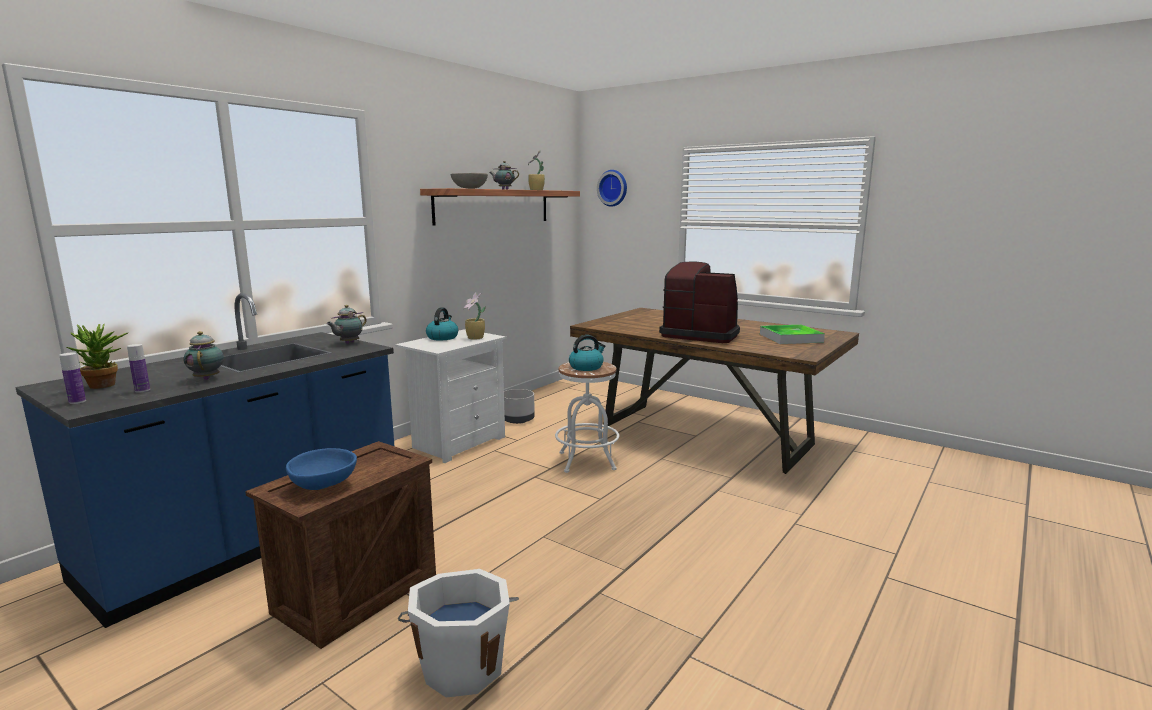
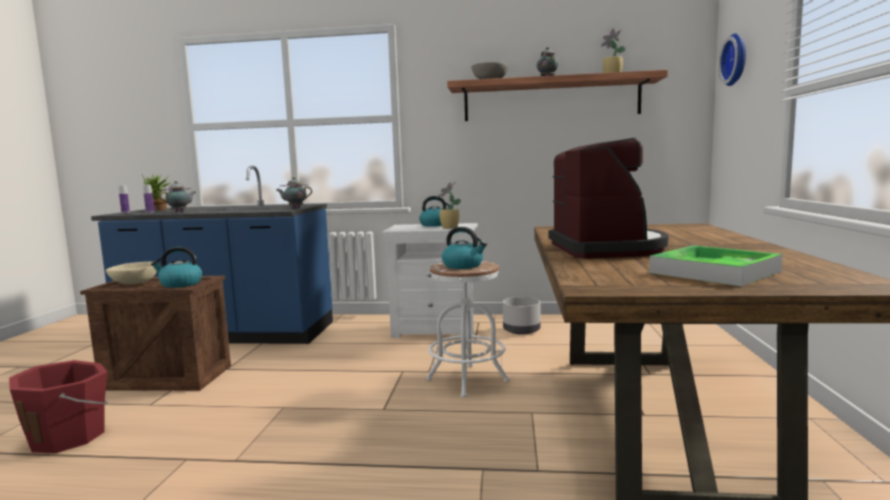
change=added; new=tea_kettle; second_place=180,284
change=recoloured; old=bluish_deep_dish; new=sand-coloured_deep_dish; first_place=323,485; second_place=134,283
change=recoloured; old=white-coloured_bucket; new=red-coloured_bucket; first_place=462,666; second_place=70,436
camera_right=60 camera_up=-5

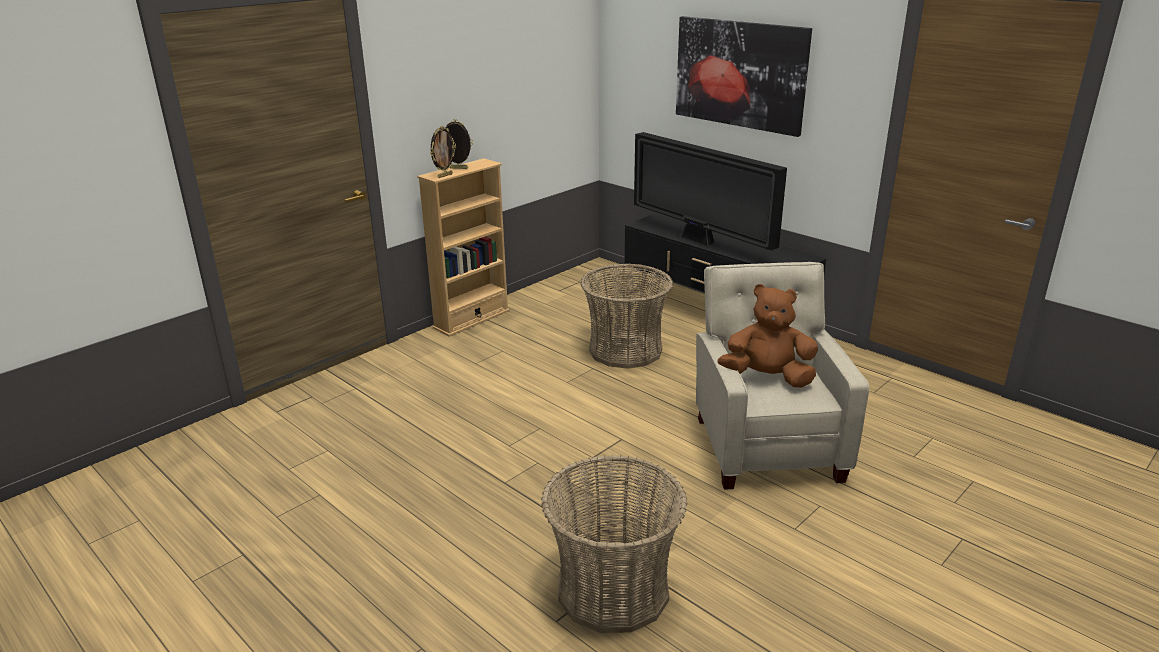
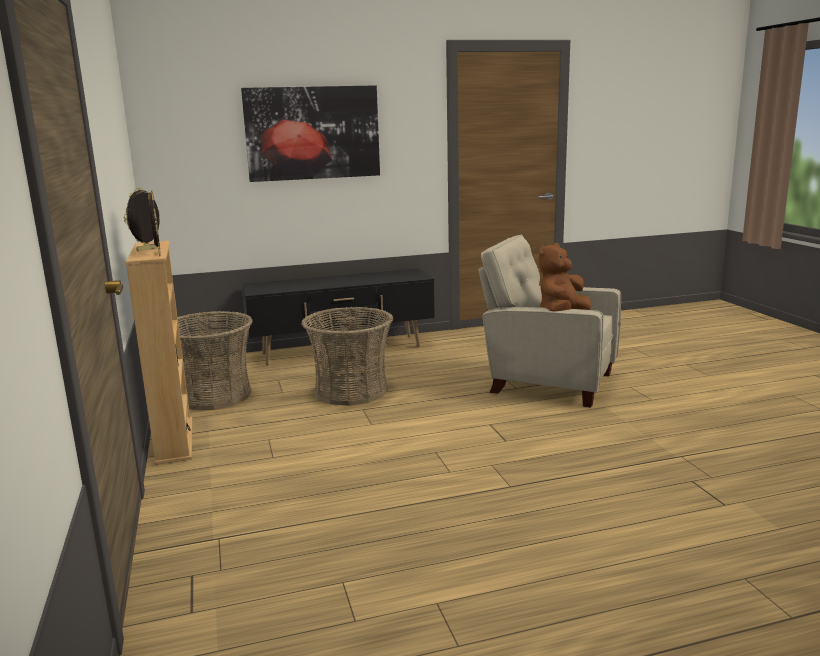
change=removed; old=television; first_place=699,241
change=moved; old=storage_basket; first_place=613,590; second_place=214,395
camera_right=-60 camera_up=-10

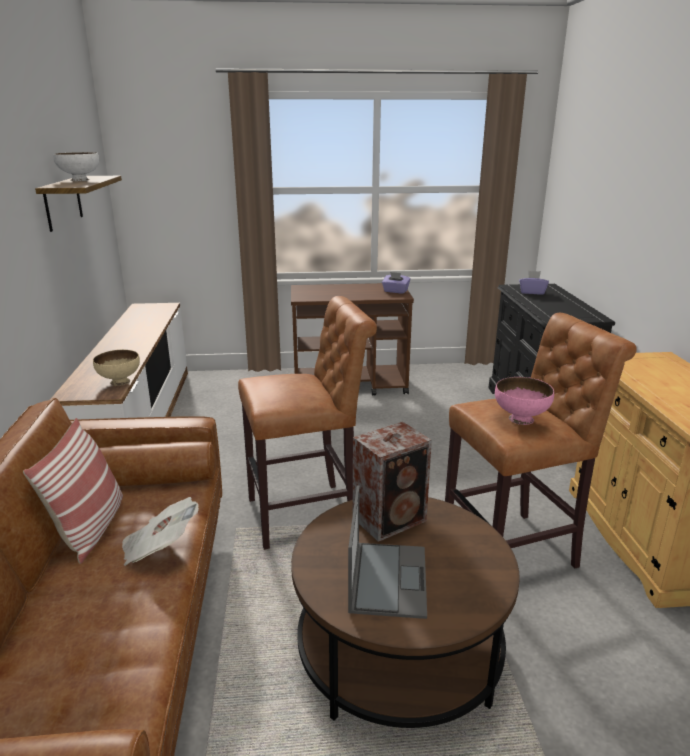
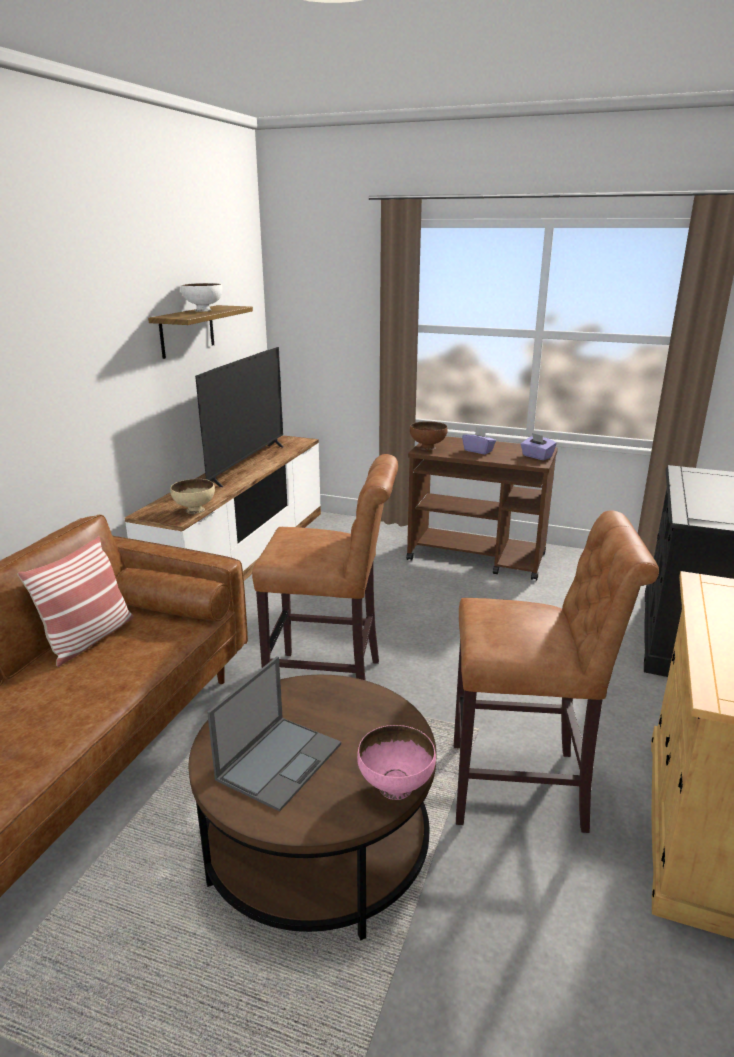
change=removed; old=daily_paper; first_place=160,548
change=removed; old=speaker; first_place=391,519
change=added; new=television; second_place=247,464
change=added; new=brownish_deep_dish; second_place=427,448
change=moved; old=pinkish_deep_dish; first_place=521,418; second_place=396,786
change=moved; old=purple_tissue_box; first_place=532,292; second_place=478,451
camera_right=25 camera_up=0

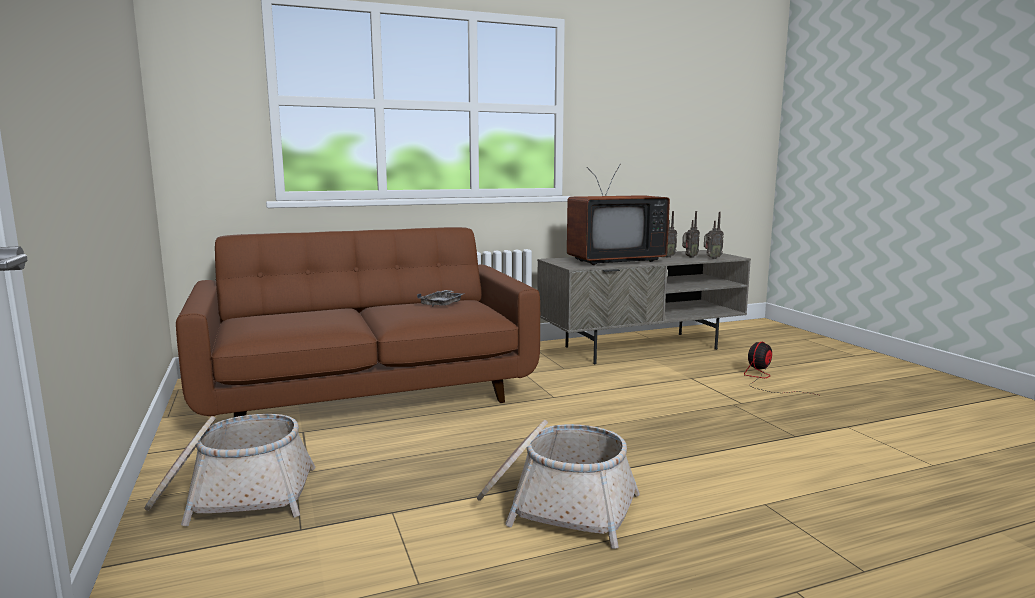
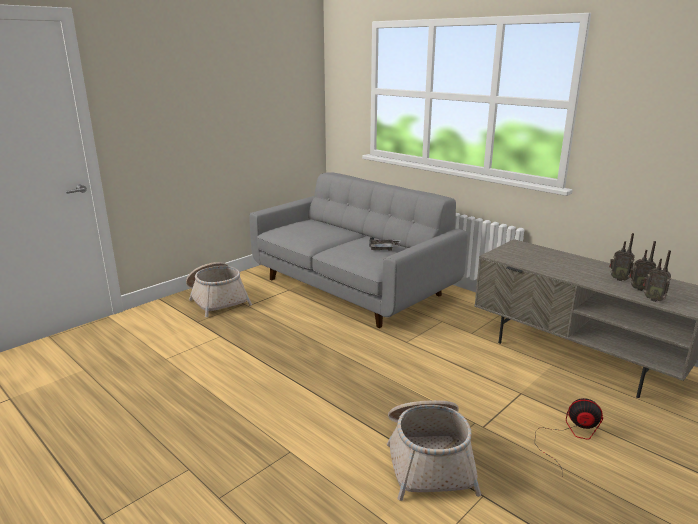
change=removed; old=television; first_place=611,260
change=moved; old=storage_basket; first_place=556,506; second_place=428,458
change=recoloured; old=brownish_settee; new=greyish_settee; first_place=368,393; second_place=352,287
camera_right=65 camera_up=10

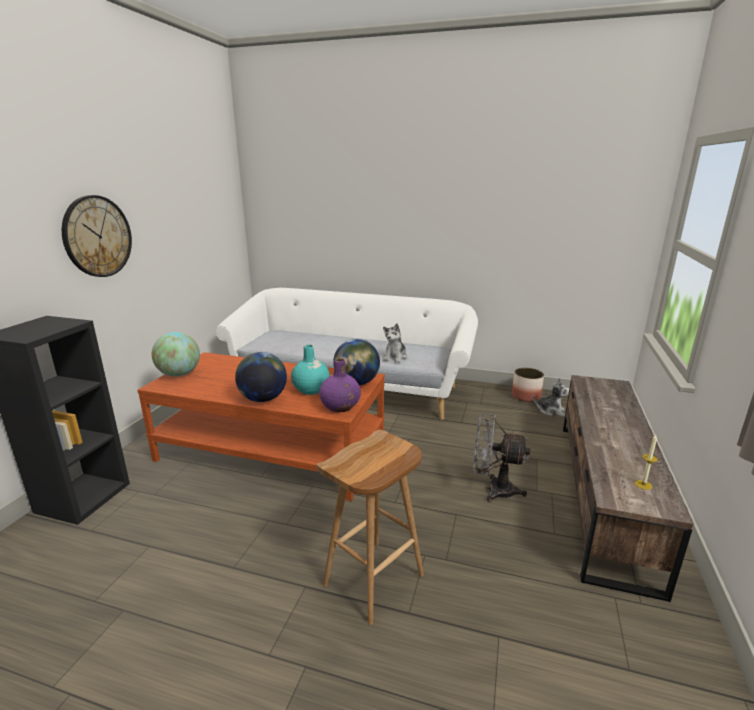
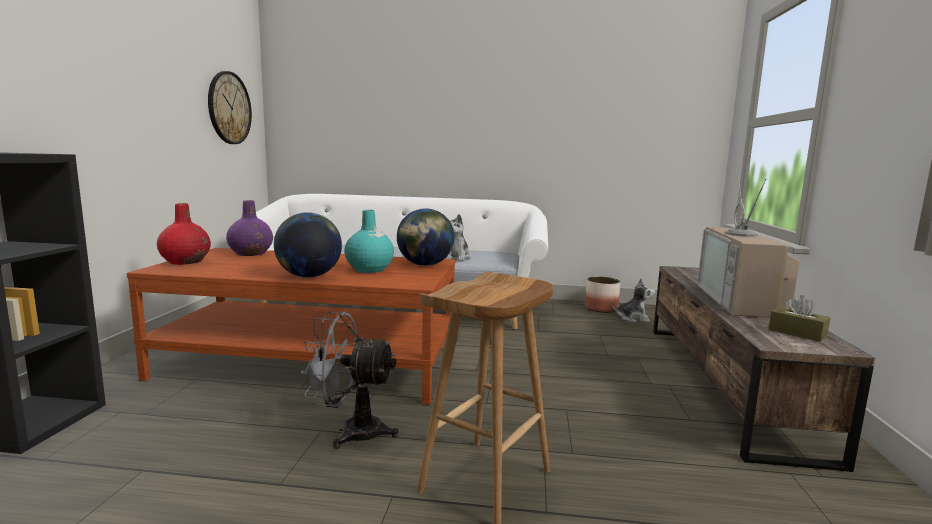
change=added; new=television; second_place=741,301
change=moved; old=clock_on_the_wall; first_place=97,236; second_place=229,108
change=moved; old=purple_flower_vase; first_place=340,406; second_place=251,253
change=moved; old=greyish_cooling_fan; first_place=493,489; second_place=351,432
change=replaced; old=globe; new=red-coloured_flower_vase; first_place=179,374; second_place=186,261
change=replaced; old=wax_light; new=brownish_tissue_box; first_place=643,484; second_place=797,333
camera_right=-10 camera_up=-10

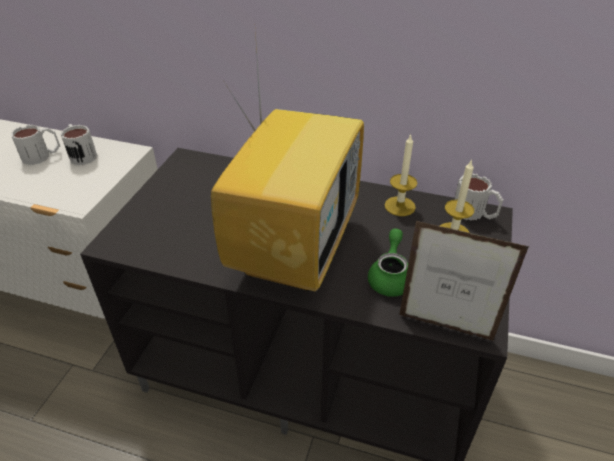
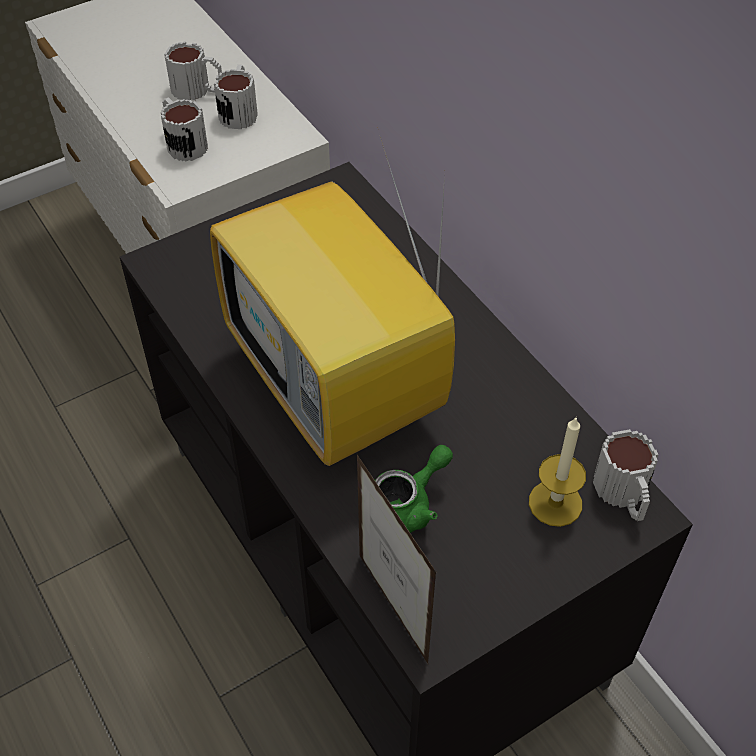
change=removed; old=wax_light; first_place=399,206
change=added; new=tea_mug; second_place=183,143
change=turned; old=television; first_place=294,245; second_place=340,388; degrees=90
camera_right=40 camera_up=10

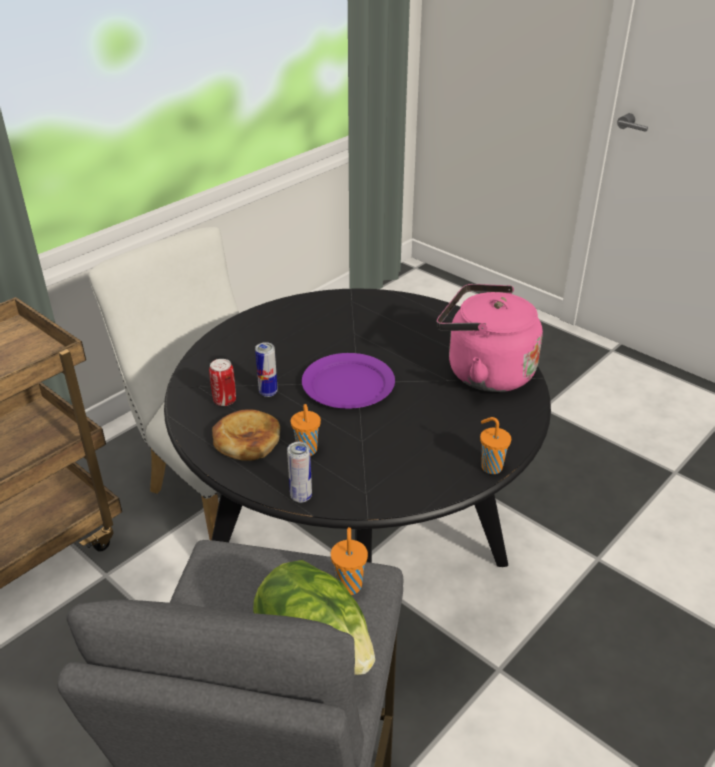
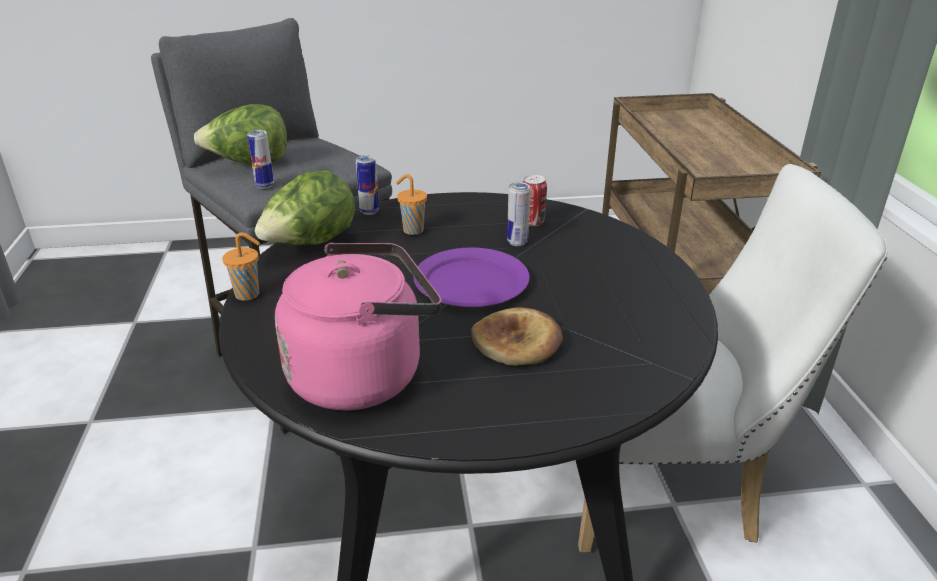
change=added; new=lettuce; second_place=310,244
change=moved; old=baked_bread; first_place=246,439; second_place=517,342
change=replaced; old=orange-coloured_small_cup; new=metal_can; first_place=349,584; second_place=265,185
camera_right=130 camera_up=-5

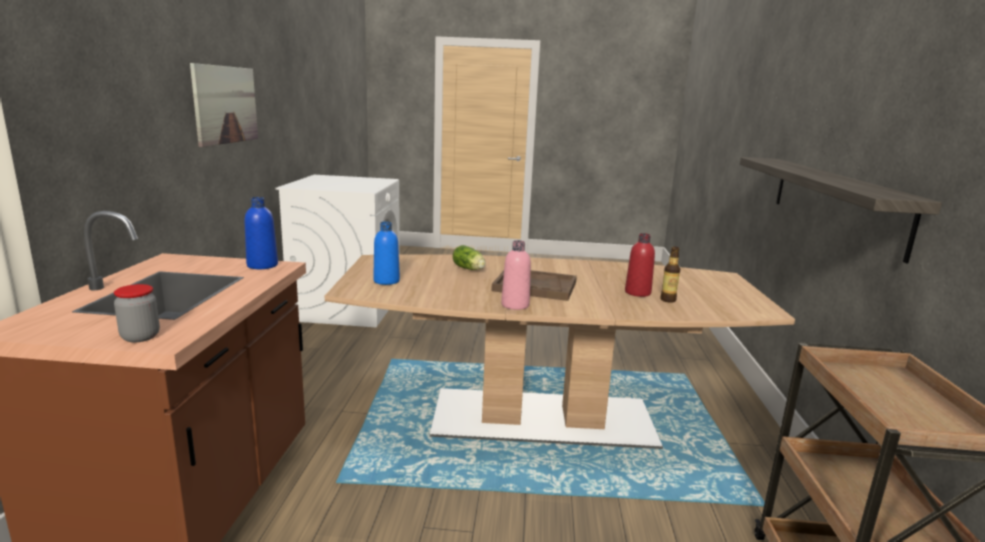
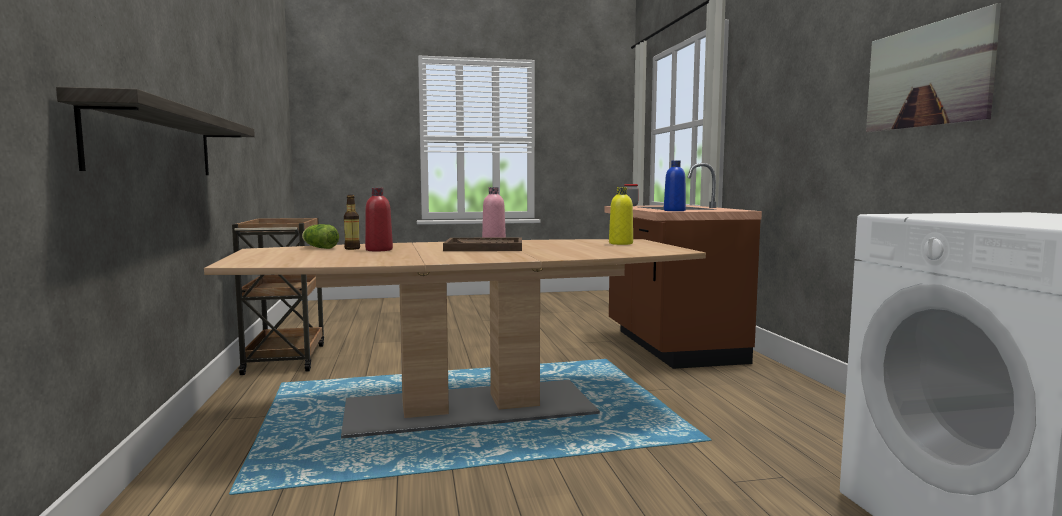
change=moved; old=lettuce; first_place=469,269; second_place=319,247
change=recoloured; old=bluish_drink_bottle; new=yellow_drink_bottle; first_place=386,281; second_place=620,243
camera_right=165 camera_up=-10

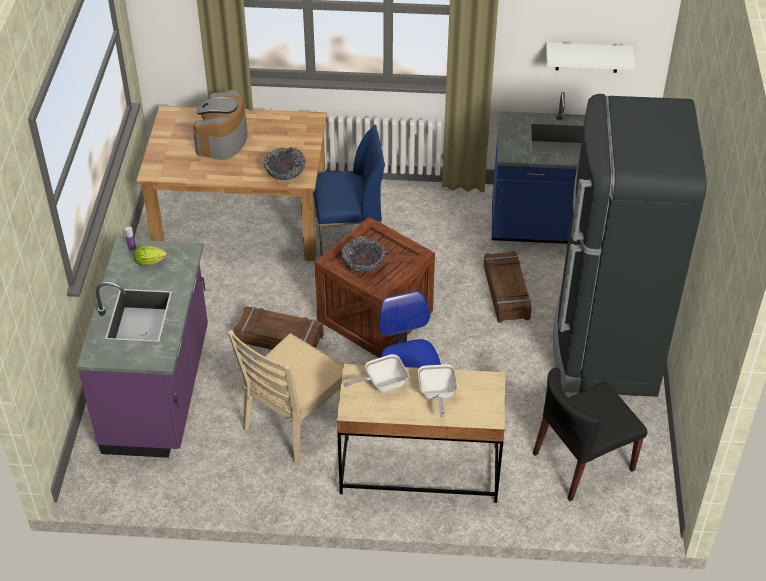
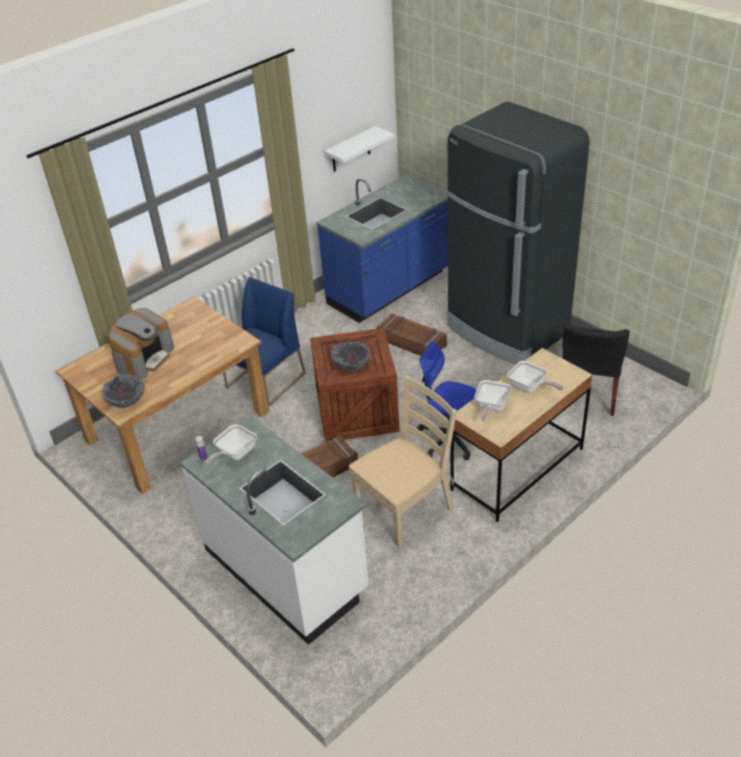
change=moved; old=deep_dish; first_place=285,175; second_place=127,401
change=replaced; old=lettuce; new=skillet; first_place=151,262; second_place=234,454
change=recoloured; old=purple_kitchen_counter; new=white-coloured_kitchen_counter; first_place=159,391; second_place=286,570
change=turned; old=coffee_brewer; first_place=222,140; second_place=144,358; degrees=-120
change=turned; old=sand-coloured_chair; first_place=294,422; second_place=405,508; degrees=-120
camera_right=-45 camera_up=-5

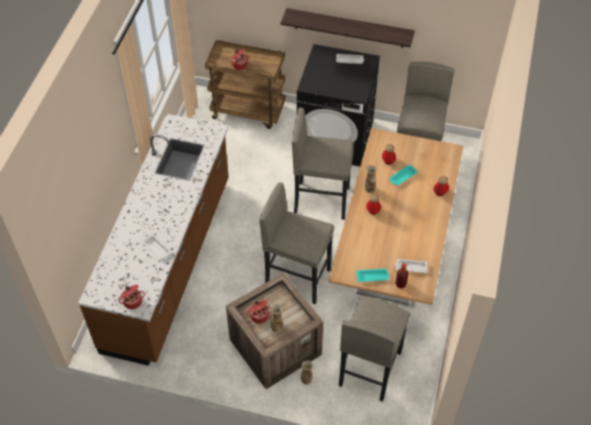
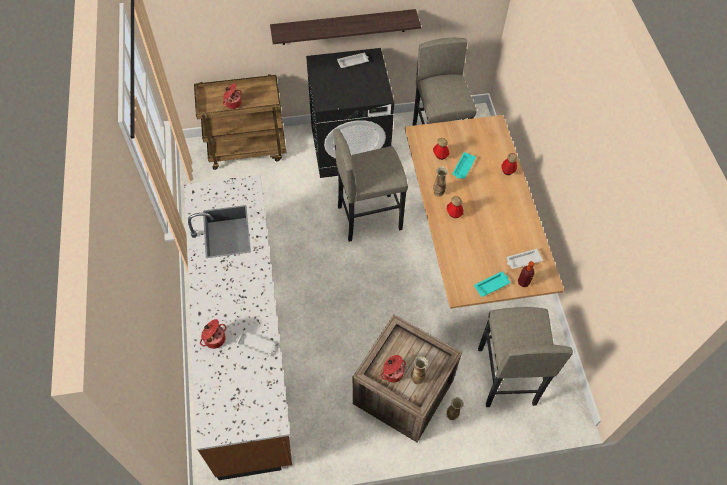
change=removed; old=greyish_stool_seat; first_place=297,277
change=moved; old=stockpot; first_place=132,301; second_place=214,338
camera_right=-25 camera_up=5

